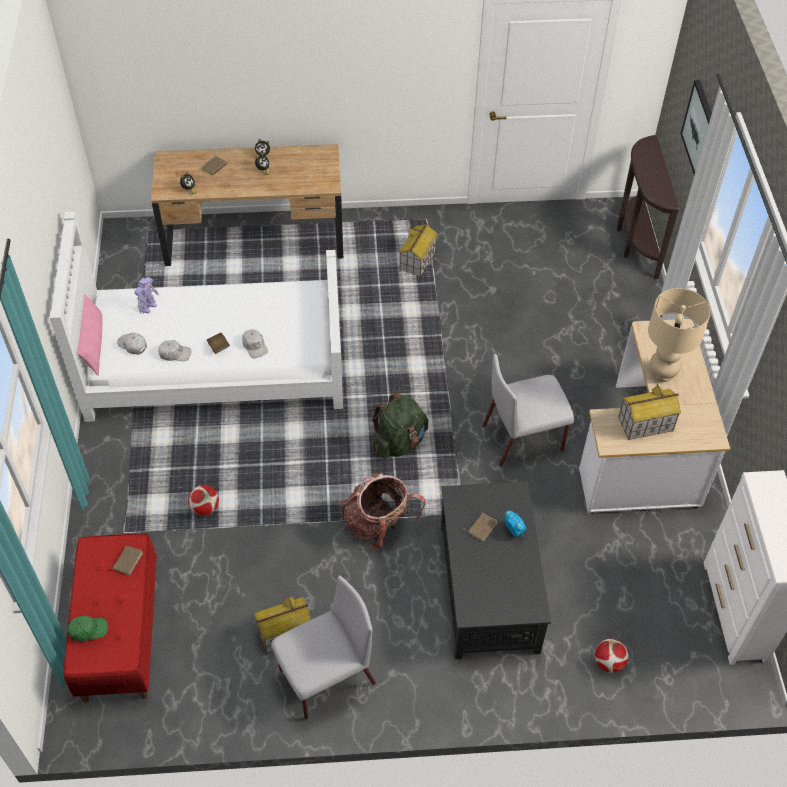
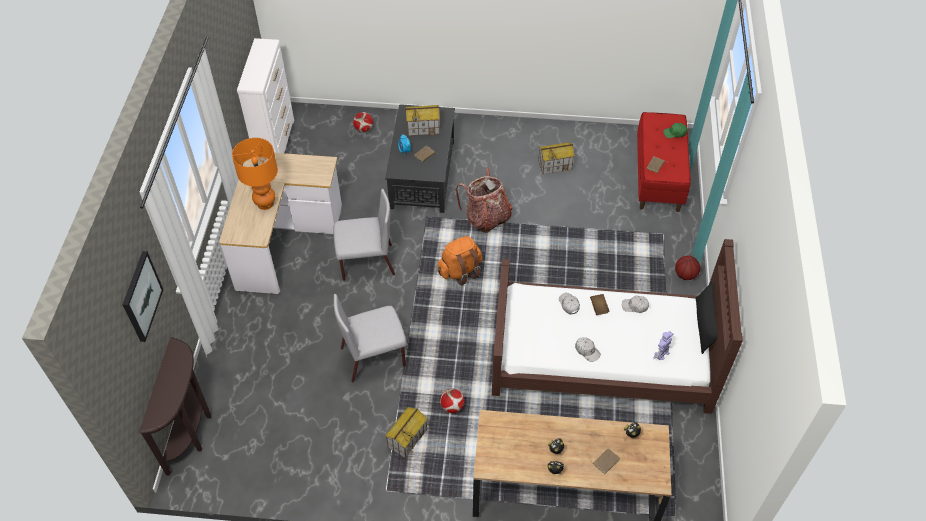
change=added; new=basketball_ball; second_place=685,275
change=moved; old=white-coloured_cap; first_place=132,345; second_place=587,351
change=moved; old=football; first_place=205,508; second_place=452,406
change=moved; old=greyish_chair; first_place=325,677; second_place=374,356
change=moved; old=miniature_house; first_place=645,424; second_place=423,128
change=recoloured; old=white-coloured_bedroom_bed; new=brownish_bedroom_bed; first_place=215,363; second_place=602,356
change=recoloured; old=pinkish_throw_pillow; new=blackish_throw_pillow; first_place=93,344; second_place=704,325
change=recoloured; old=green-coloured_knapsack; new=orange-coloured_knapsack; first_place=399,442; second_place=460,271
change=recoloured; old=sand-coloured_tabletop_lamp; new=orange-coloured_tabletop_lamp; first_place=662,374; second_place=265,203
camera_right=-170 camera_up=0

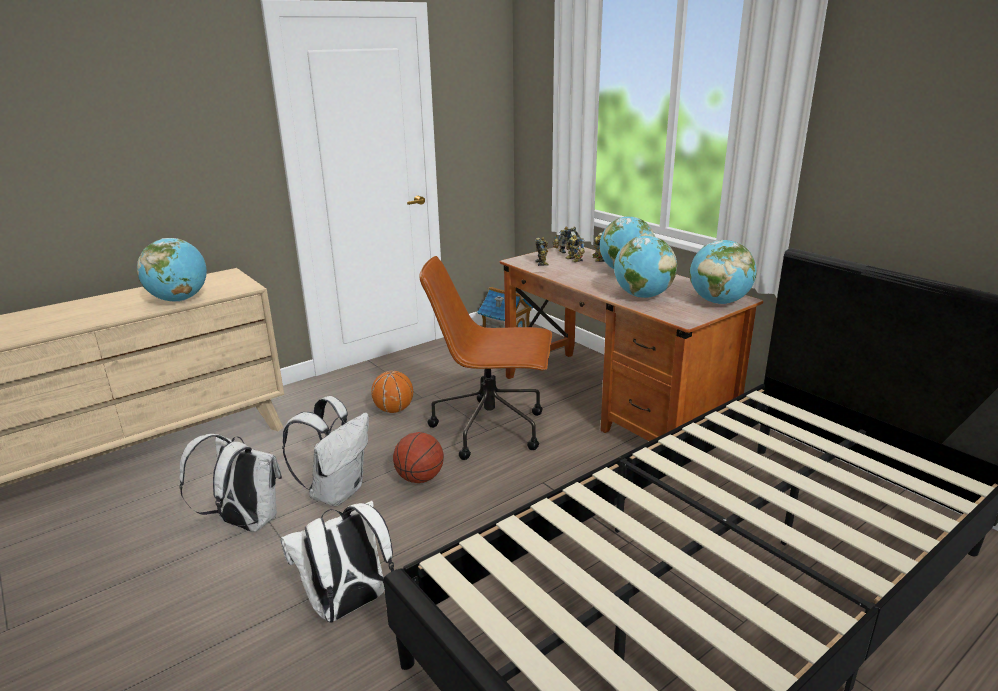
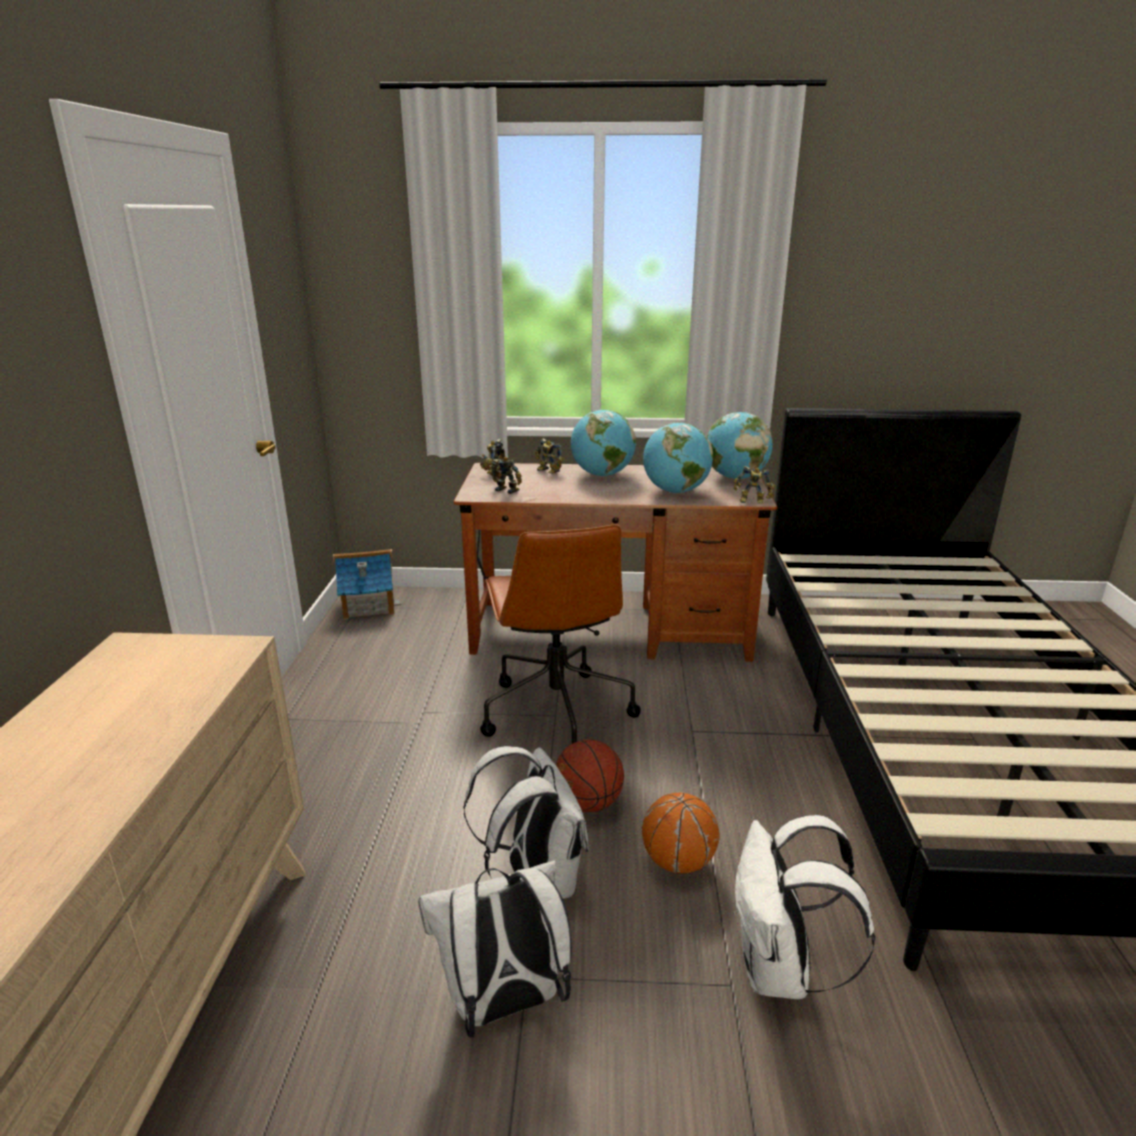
change=removed; old=globe; first_place=179,300
change=moved; old=basketball_ball; first_place=394,410; second_place=677,862
change=moved; old=model_robot; first_place=573,260; second_place=752,502
change=turned; old=brownish_desk_chair; first_place=492,428; second_place=556,711; degrees=-60
camera_right=-50 camera_up=0

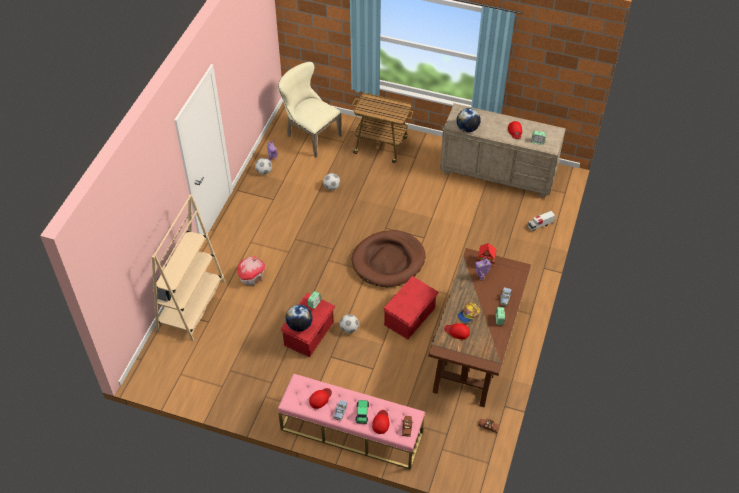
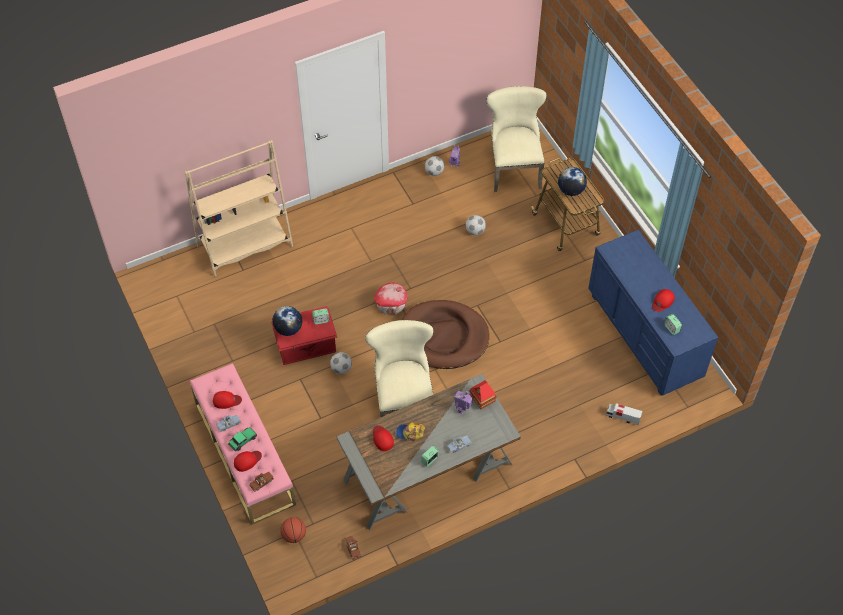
change=added; new=basketball_ball; second_place=294,535
change=moved; old=miniature_house; first_place=252,277; second_place=391,305
change=moved; old=globe; first_place=467,129; second_place=570,190
change=replaced; old=red-coloured_storage_box; new=sand-coloured_chair; first_place=410,316; second_place=403,401
change=recoloured; old=brownish_desk_unit; new=greyish_desk_unit; first_place=476,344; second_place=428,473
change=recoloured; old=sand-coloured_dresser; new=bluish_dresser; first_place=498,173; second_place=644,336
camera_right=45 camera_up=5

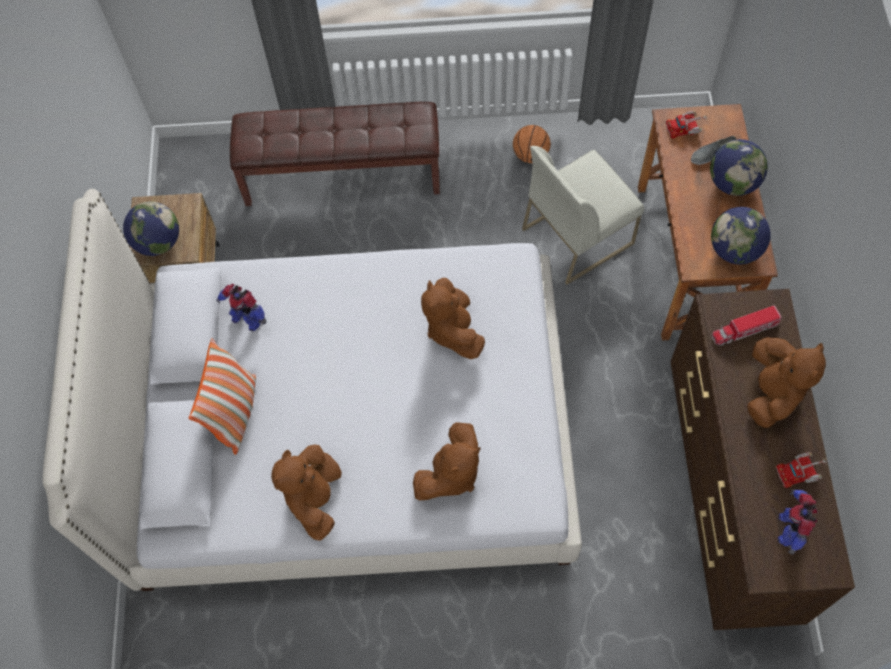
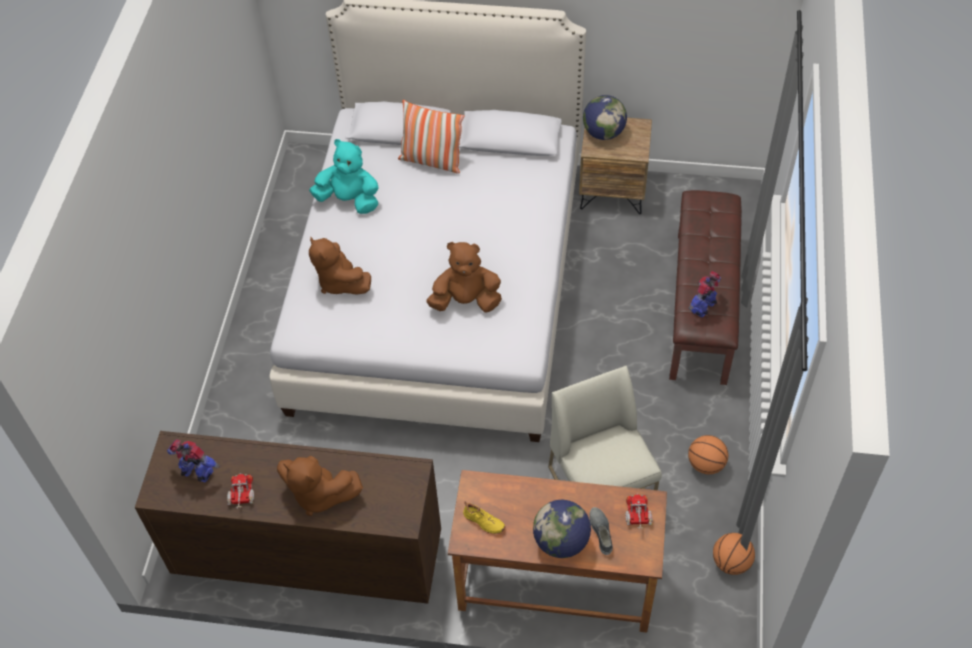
change=removed; old=toy_lorry; first_place=744,330
change=added; new=basketball_ball; second_place=731,562
change=moved; old=model_robot; first_place=247,318; second_place=703,307
change=replaced; old=globe; new=yellow_shoe; first_place=734,250; second_place=483,522
change=recoloured; old=brownish_plush_toy; new=turquoise_plush_toy; first_place=314,498; second_place=349,200
camera_right=100 camera_up=-10

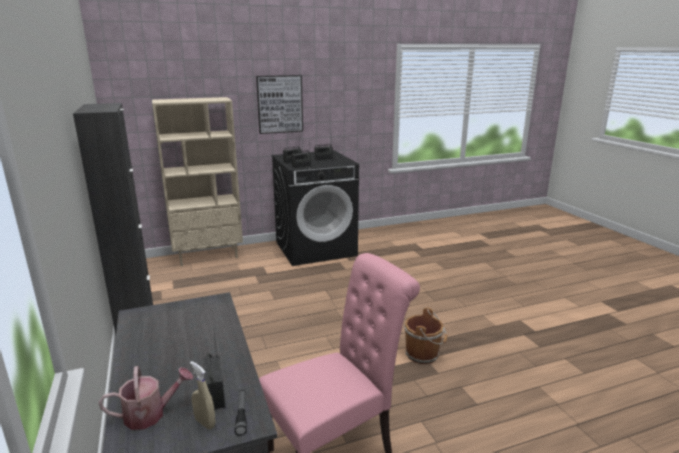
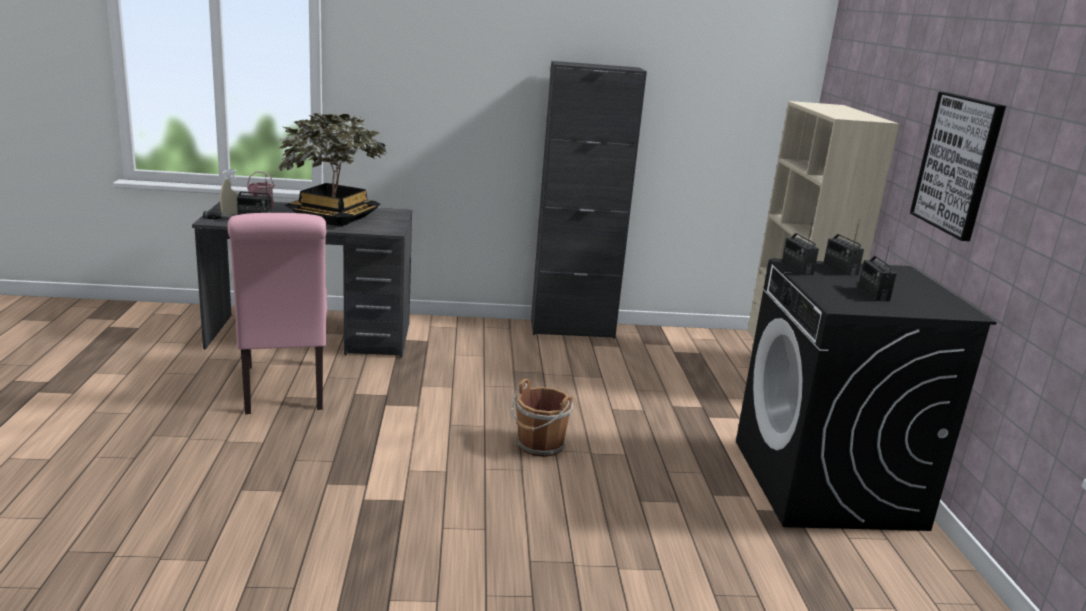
change=added; new=potted_plant; second_place=334,218
change=moved; old=brownish_bucket; first_place=423,355; second_place=539,446
camera_right=105 camera_up=0

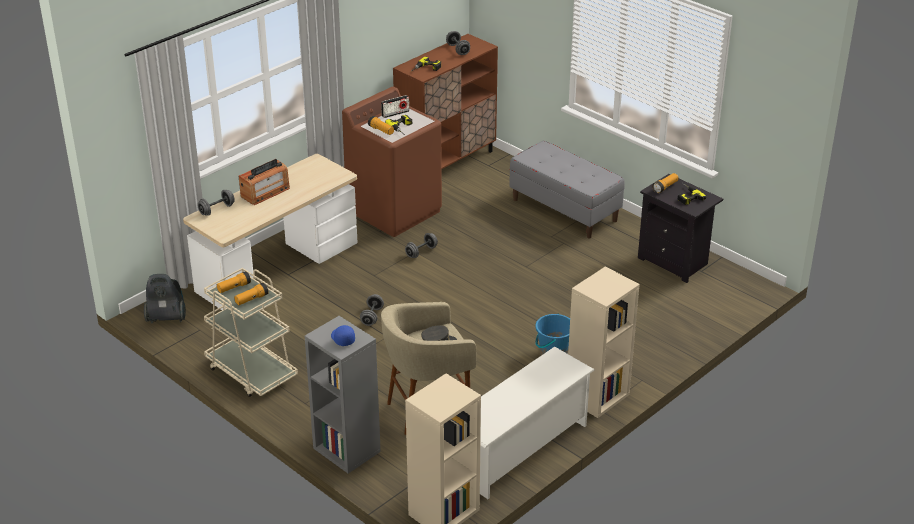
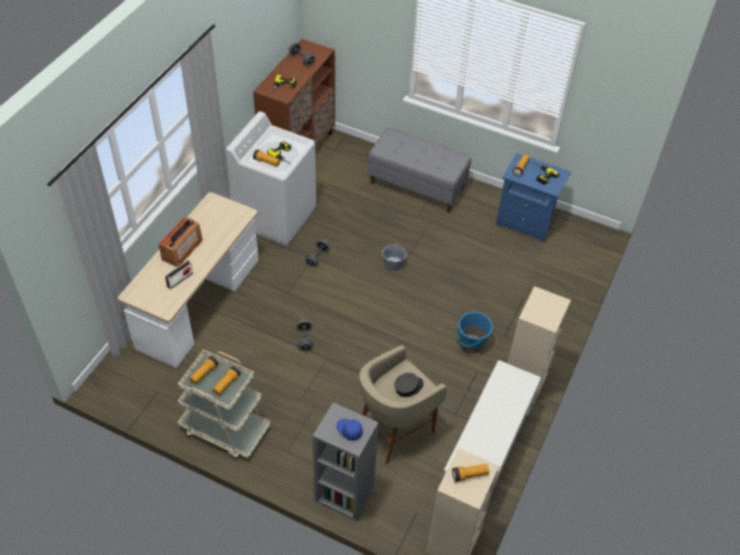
change=removed; old=vacuum_cleaner; first_place=166,318
change=removed; old=greyish_hand_weight; first_place=217,210
change=added; new=greyish_bucket; second_place=393,264
change=added; new=hand_torch; second_place=469,475
change=moved; old=radio_set; first_place=395,113; second_place=180,280
change=recoloured; old=brownish_laundry_machine; new=white-coloured_laundry_machine; first_place=394,211; second_place=276,216
change=recoloured; old=blackish_night_table; new=bluish_night_table; first_place=675,262; second_place=526,222
camera_right=-20 camera_up=15

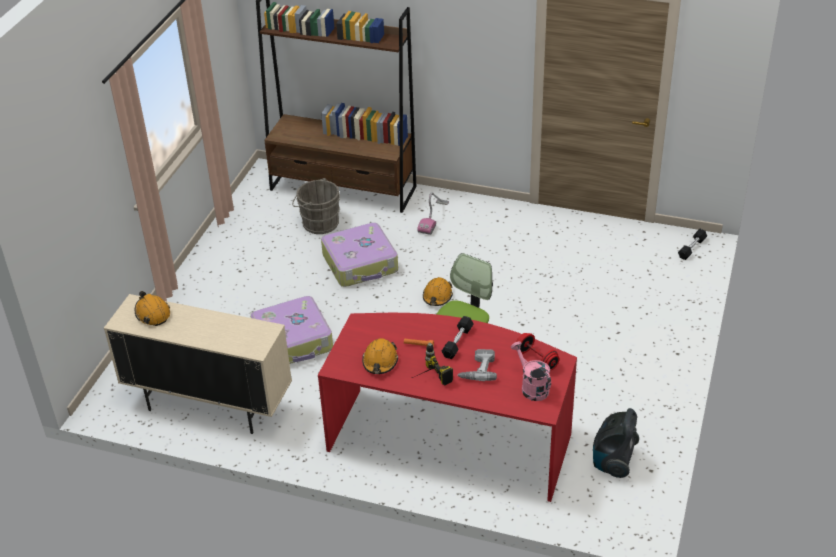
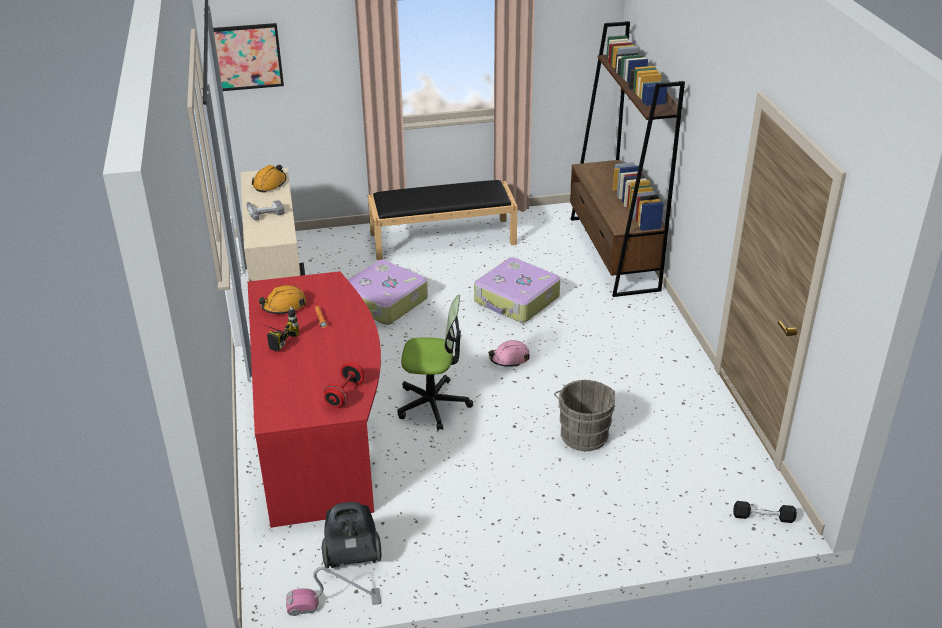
change=removed; old=blackish_hand_weight; first_place=457,342
change=removed; old=pinkish_sprinkling_can; first_place=531,387
change=added; new=picture; second_place=247,56
change=added; new=blackish_bench; second_place=443,238
change=moved; old=greyish_bucket; first_place=318,223; second_place=583,433
change=moved; old=vacuum_cleaner; first_place=433,218; second_place=334,602
change=moved; old=drill; first_place=477,369; second_place=264,211
change=recoloured; old=orange-coloured_safety_helmet; new=pinkish_safety_helmet; first_place=437,296; second_place=509,359
camera_right=60 camera_up=-5

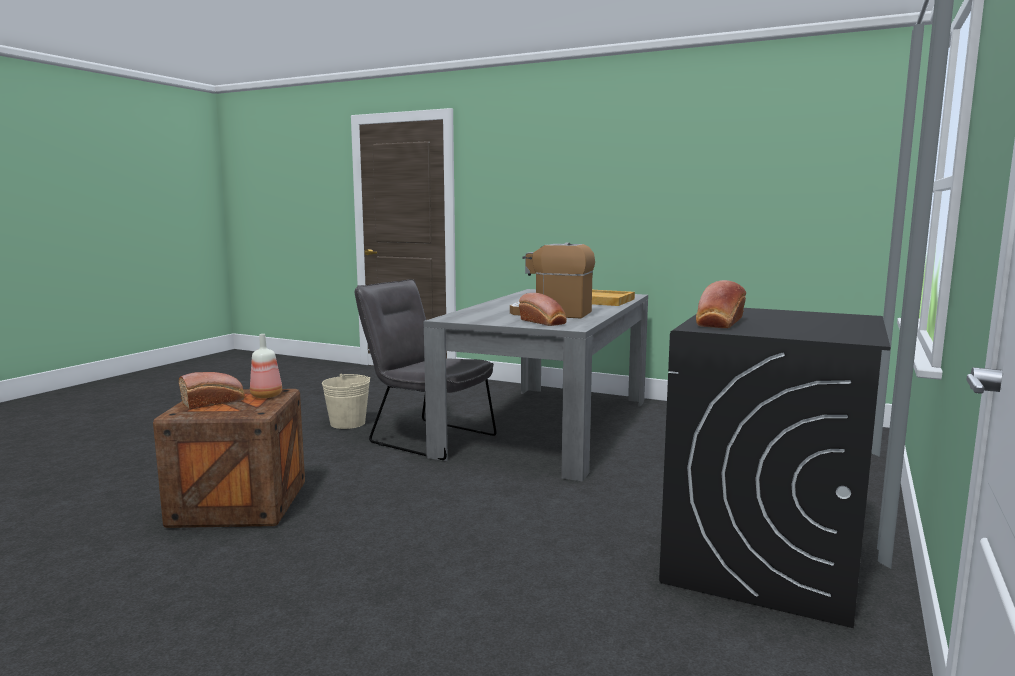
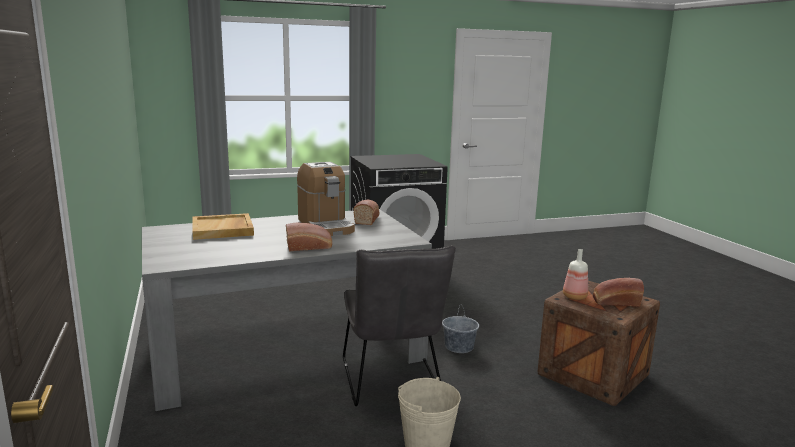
change=added; new=greyish_bucket; second_place=459,347
change=moved; old=baked_bread; first_place=719,323; second_place=309,247
camera_right=-135 camera_up=5

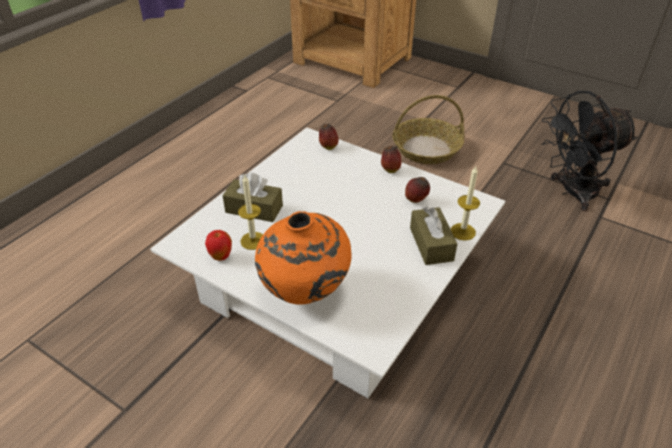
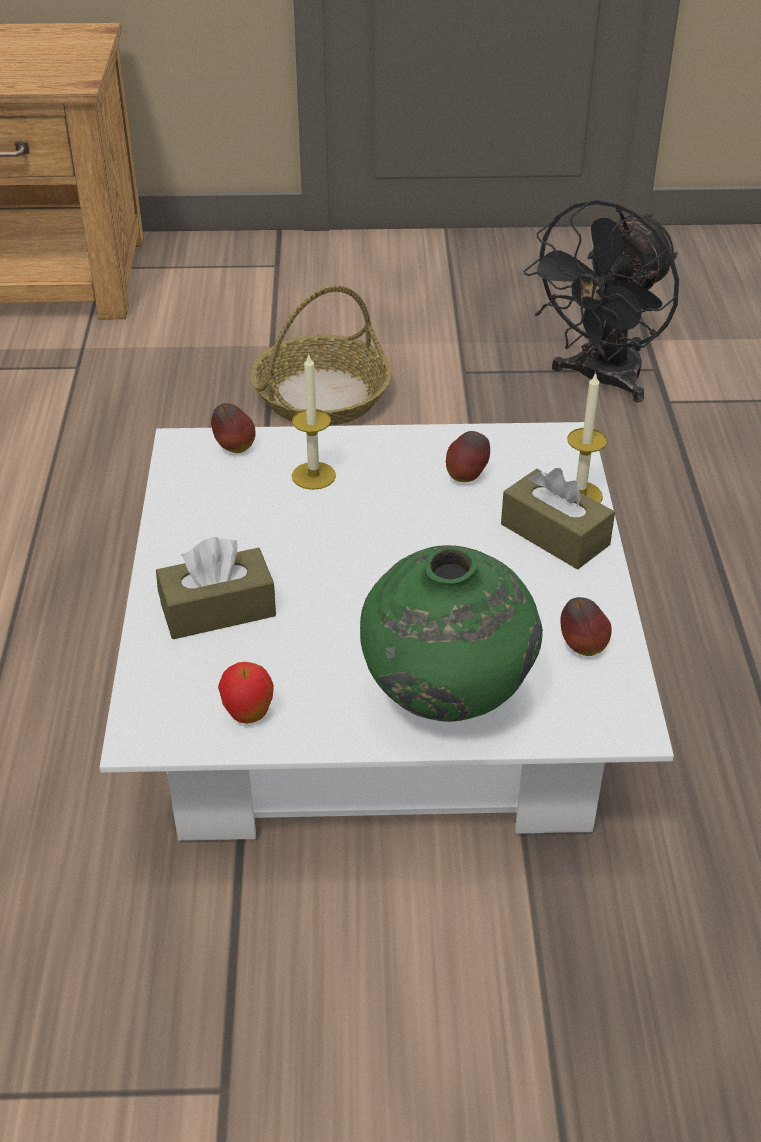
change=moved; old=wax_light; first_place=253,241; second_place=313,475
change=moved; old=apple_fruit; first_place=390,170; second_place=581,648
change=recoloured; old=orange-coloured_flower_vase; new=green-coloured_flower_vase; first_place=305,293; second_place=447,700
camera_right=-35 camera_up=0

